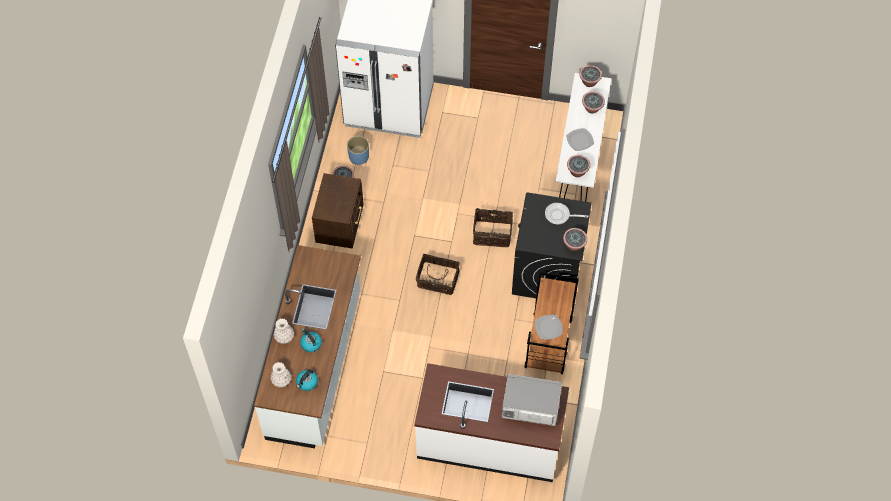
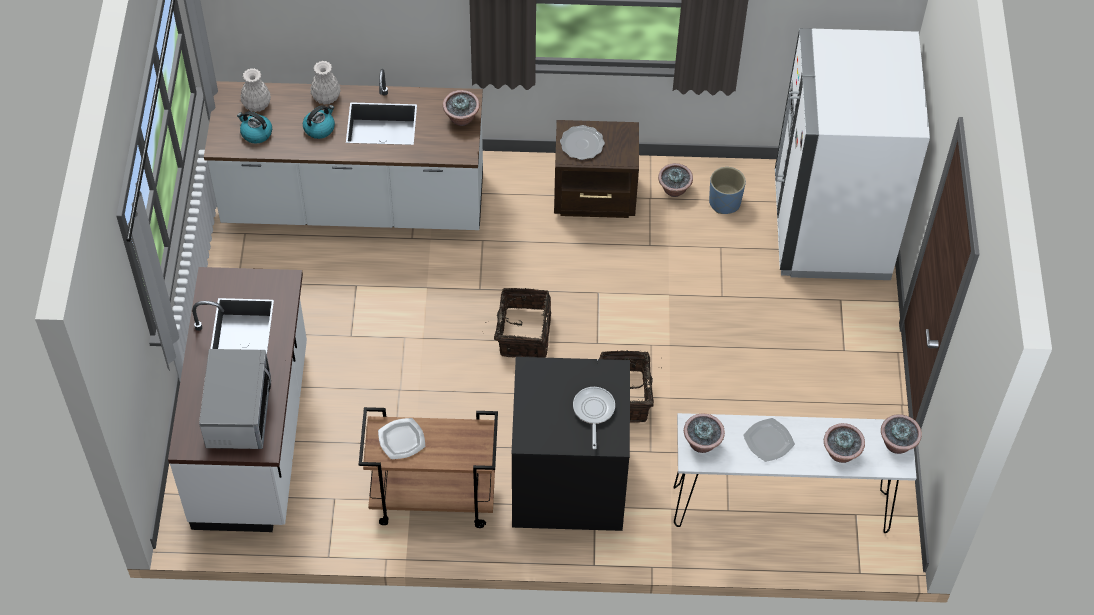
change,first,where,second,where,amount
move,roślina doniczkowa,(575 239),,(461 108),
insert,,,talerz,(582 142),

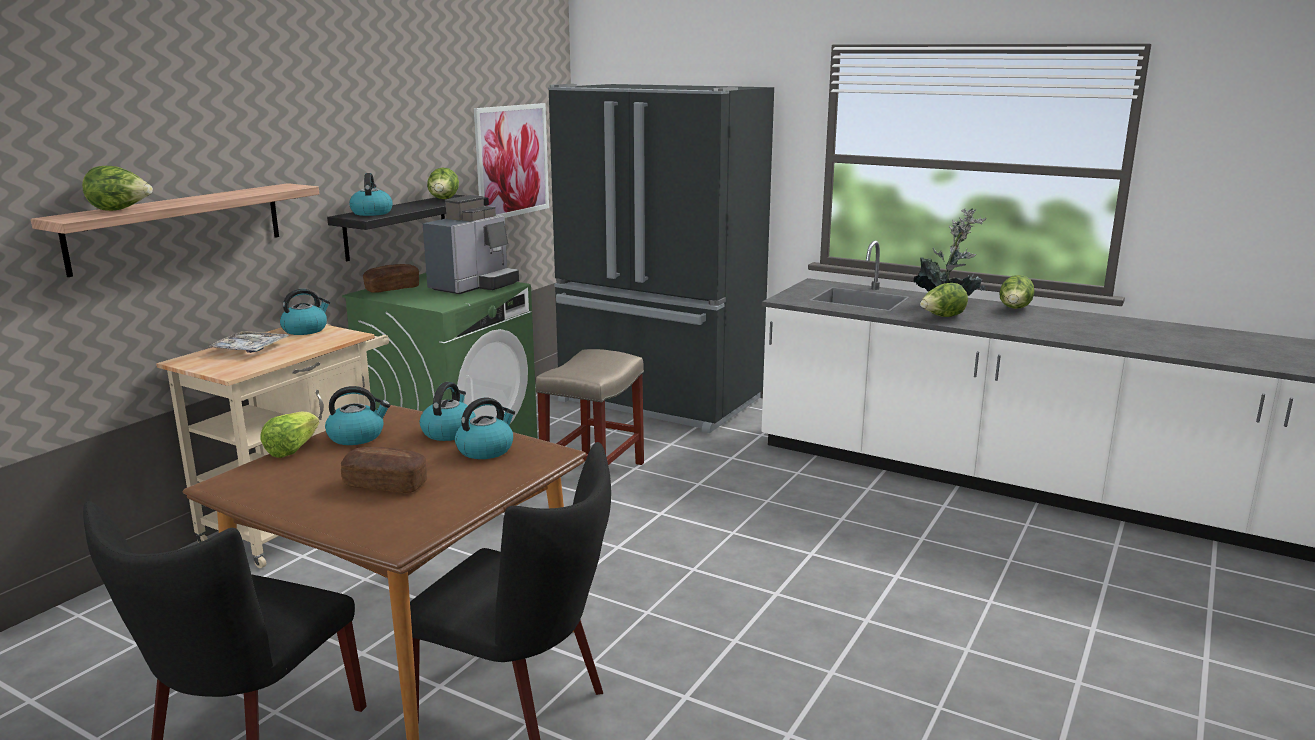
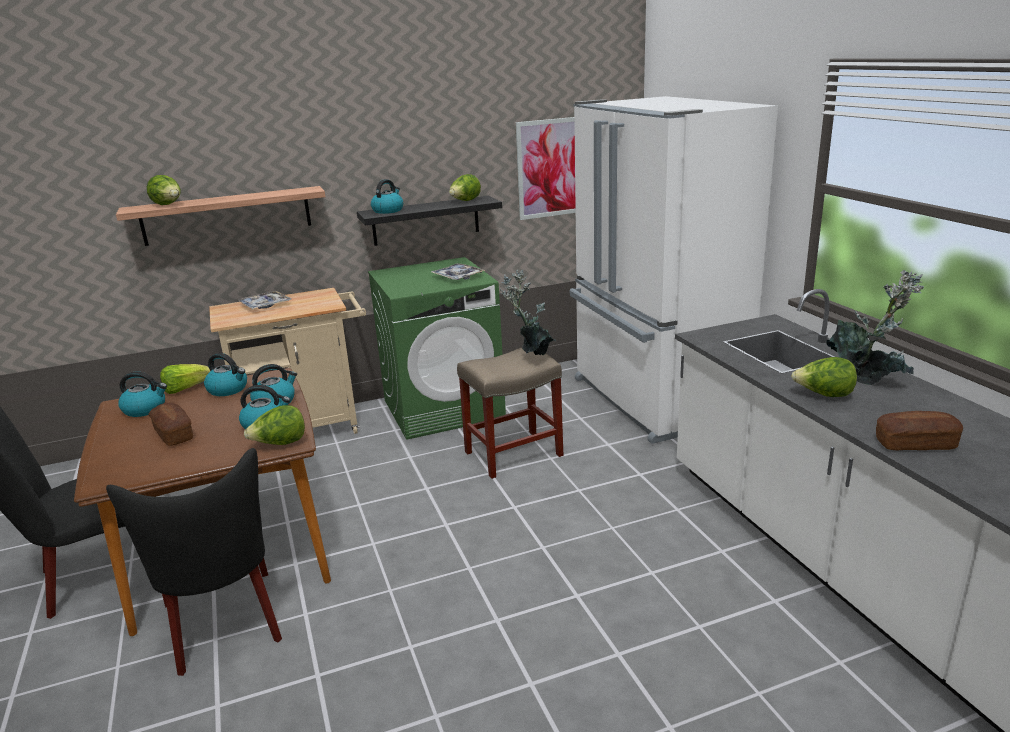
change,first,where,second,where,amount
move,czajnik,(305 312),,(142 394),
move,chleb,(391 278),,(919 430),
replace,ekspres do kawy,(471 244),taca,(458 271),
recolor,lodówka/czarny,(661 258),lodówka/biały,(674 270),
move,sałata,(1016 292),,(274 425),
insert,,,roślina doniczkowa,(528 312),

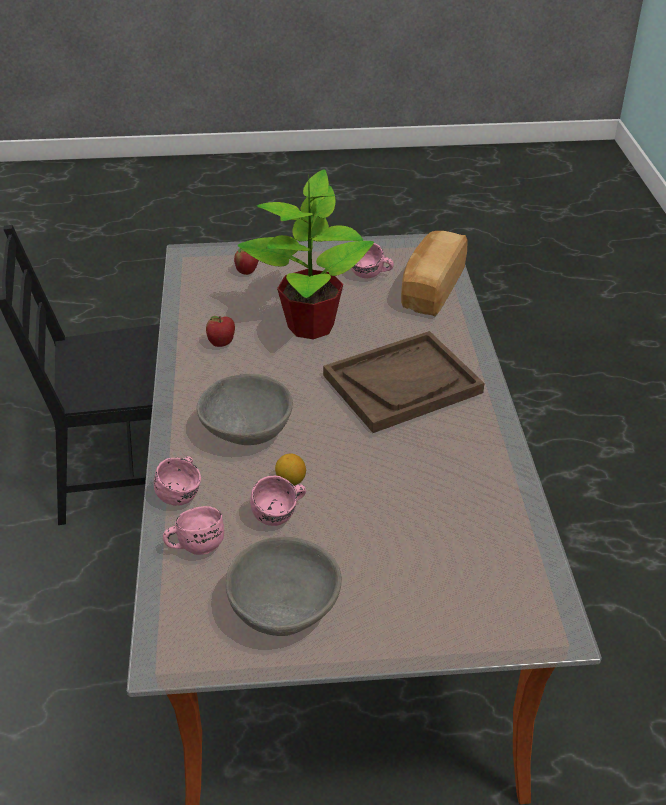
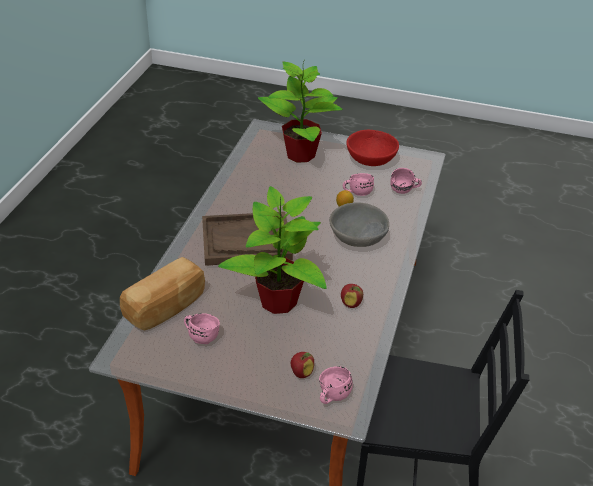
change,first,where,second,where,amount
move,kubek/różowy,(177 481),,(336 385),
recolor,miska/szary,(284 586),miska/czerwony,(372 148),
insert,,,roślina doniczkowa,(300 112),

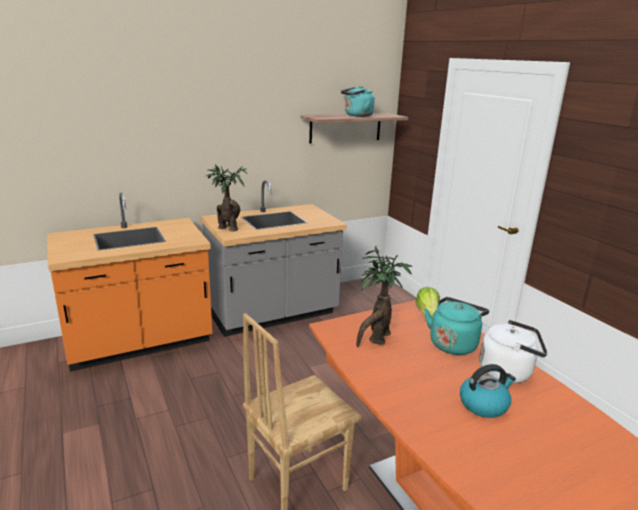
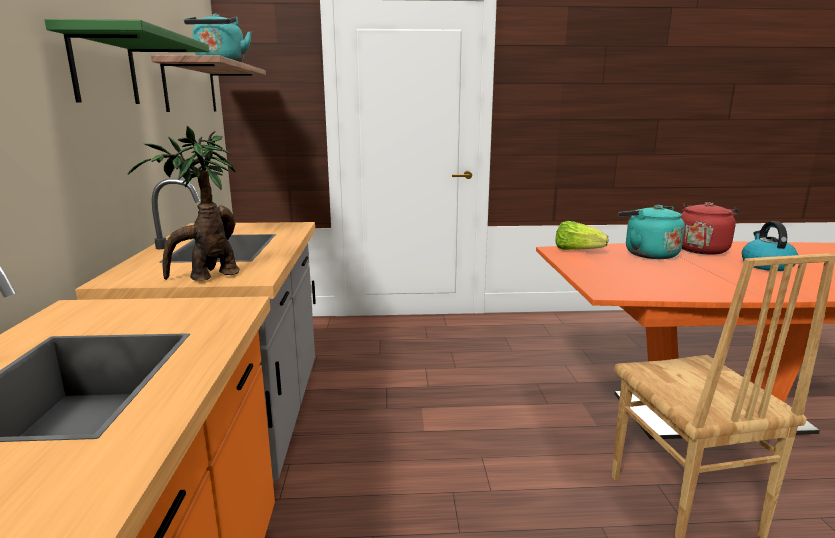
change,first,where,second,where,amount
delete,roślina doniczkowa,(384 296),,,
recolor,czajnik/biały,(513 351),czajnik/czerwony,(709 228),
insert,,,półka/zielony,(127 61),

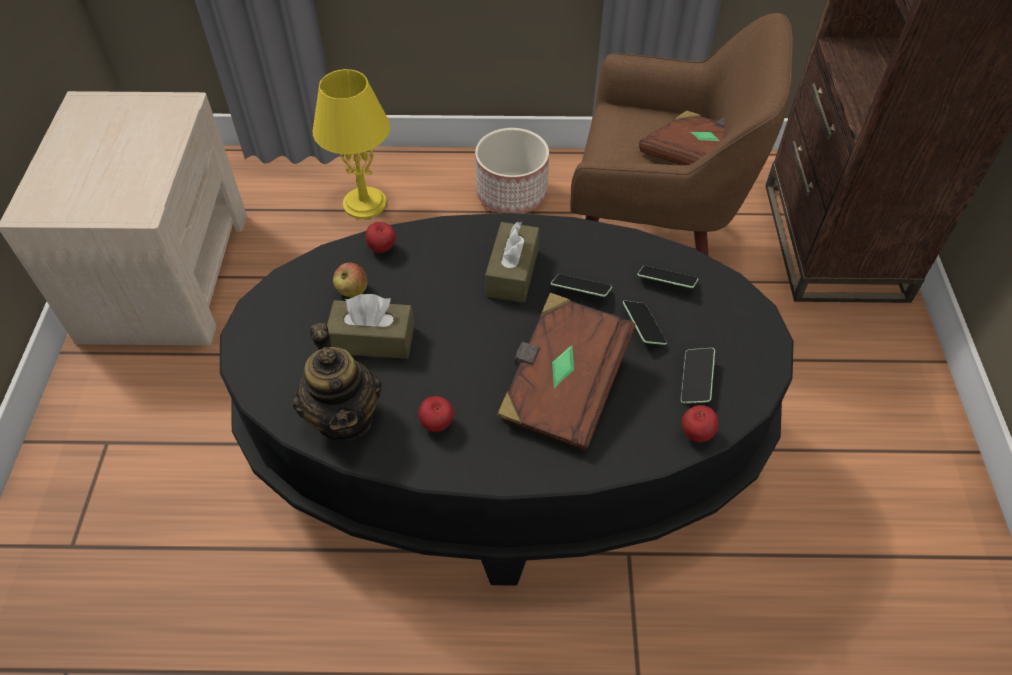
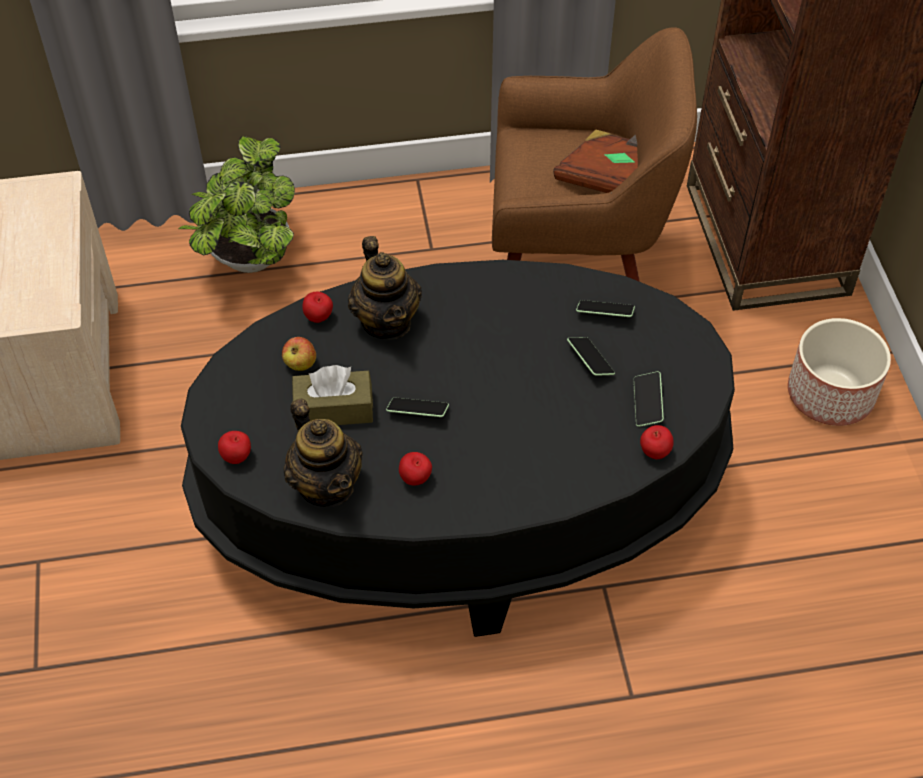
change,first,where,second,where,amount
replace,lampa stołowa/żółty,(351 144),roślina doniczkowa,(236 204),
move,donica,(512 171),,(839 372),
delete,pudełko chusteczek/brązowy,(512 262),,,
delete,książka/brązowy,(566 371),,,
move,telefon,(581 285),,(417 407),
insert,,,jabłko,(234 447),
insert,,,imbryk,(385 288),

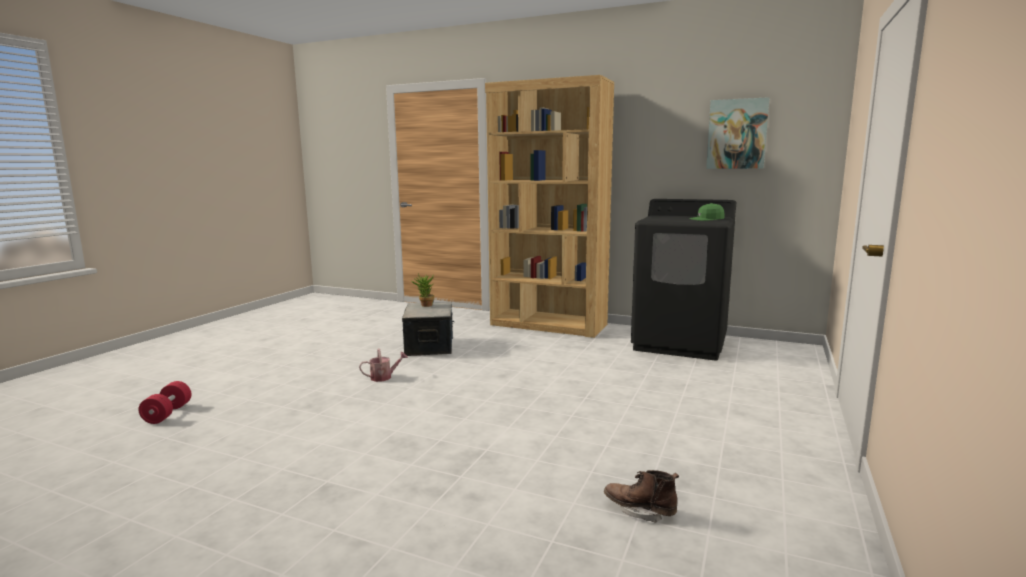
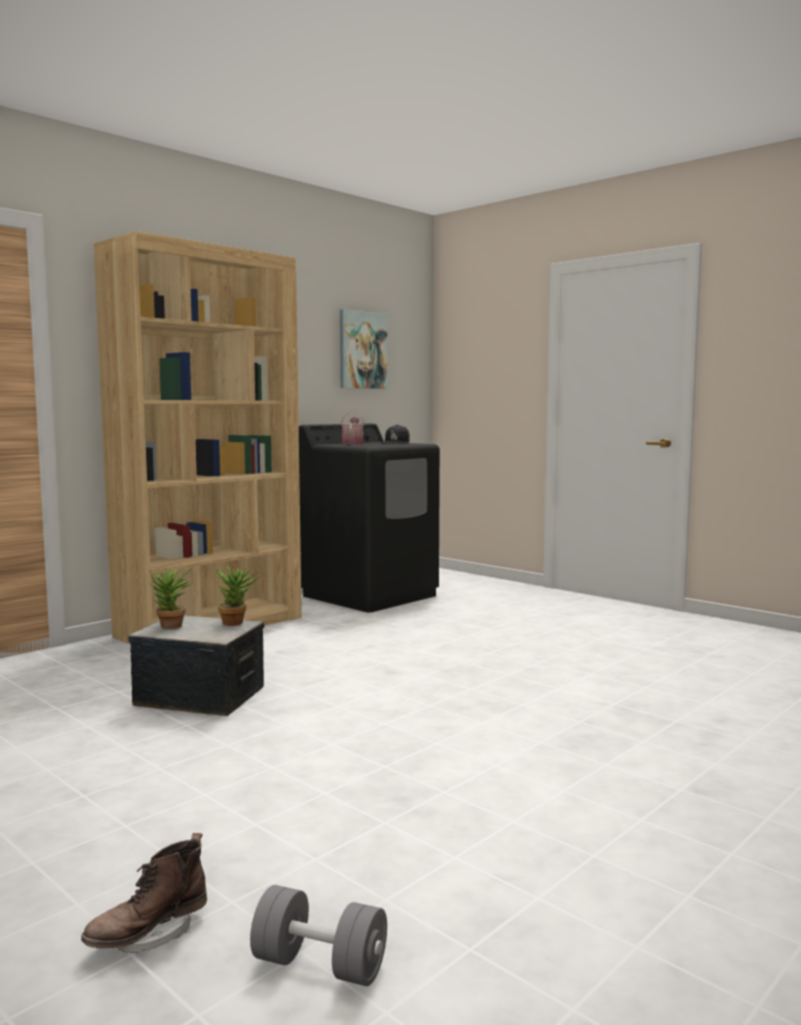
change,first,where,second,where,amount
recolor,hantel/czerwony,(164 402),hantel/szary,(318 935),
move,konewka,(383 365),,(352 428),
move,but z cholewką/brązowy,(641 496),,(144 893),
recolor,czapka z daszkiem/zielony,(706 212),czapka z daszkiem/czarny,(395 434),
insert,,,roślina doniczkowa,(237 596),

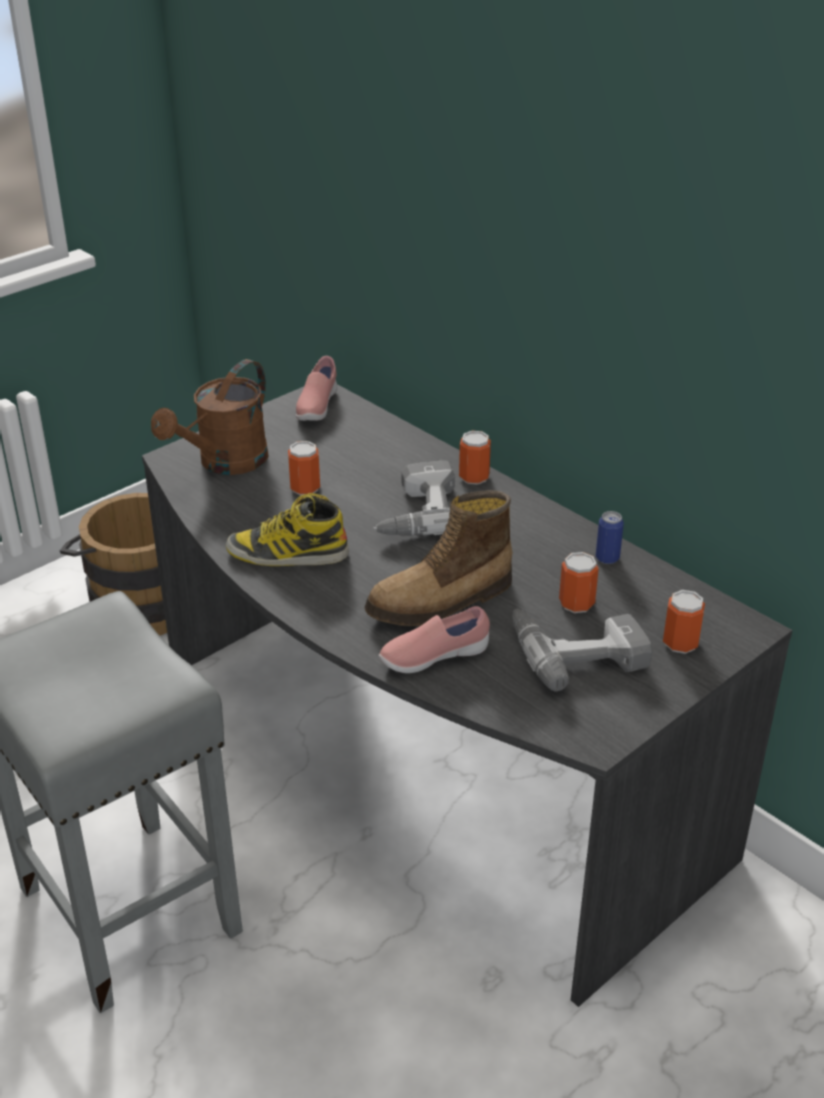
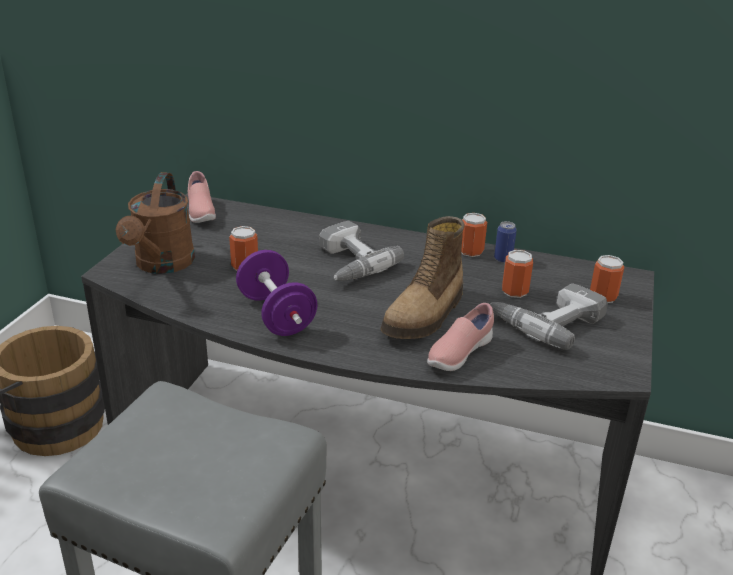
change,first,where,second,where,amount
replace,but z cholewką,(287 529),hantel/fioletowy,(277 293),
move,puszka,(475 458),,(474 235),

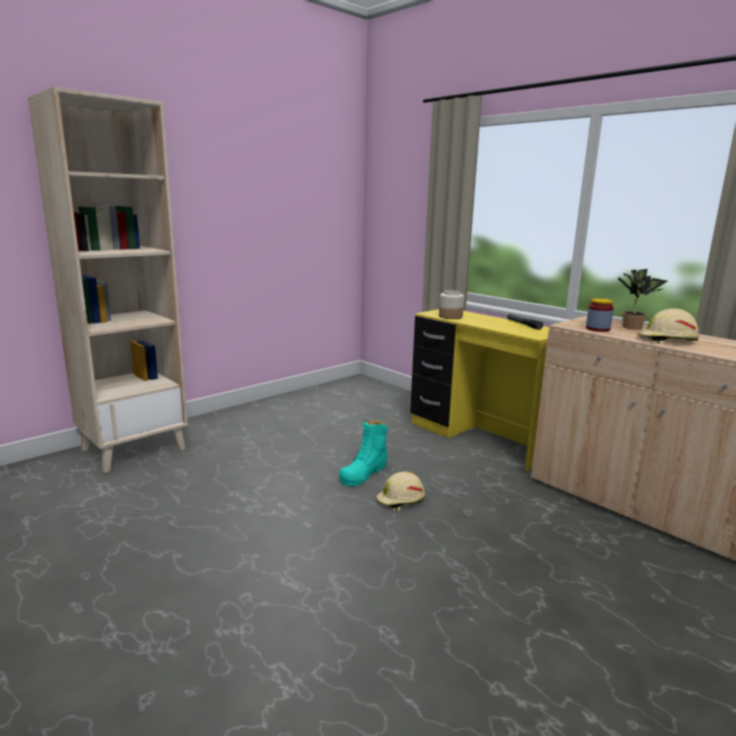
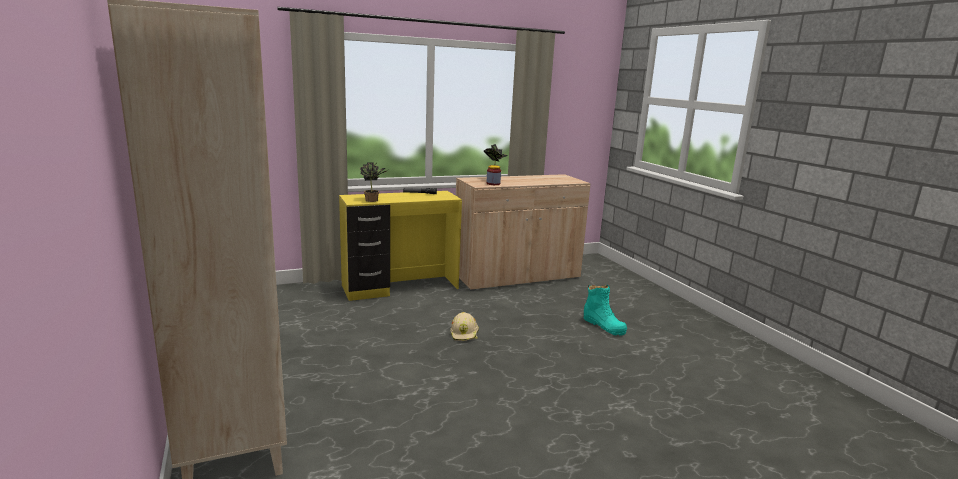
change,first,where,second,where,amount
move,but z cholewką/turkusowy,(363 452),,(605 310),
replace,słoik,(451 304),roślina doniczkowa,(373 182),
delete,kask/beżowy,(668 326),,,

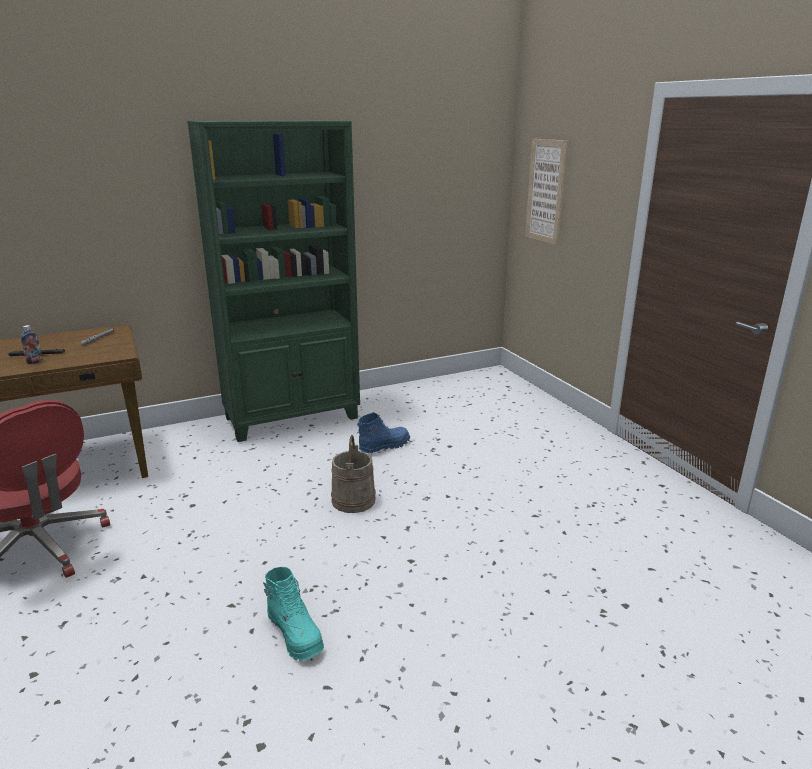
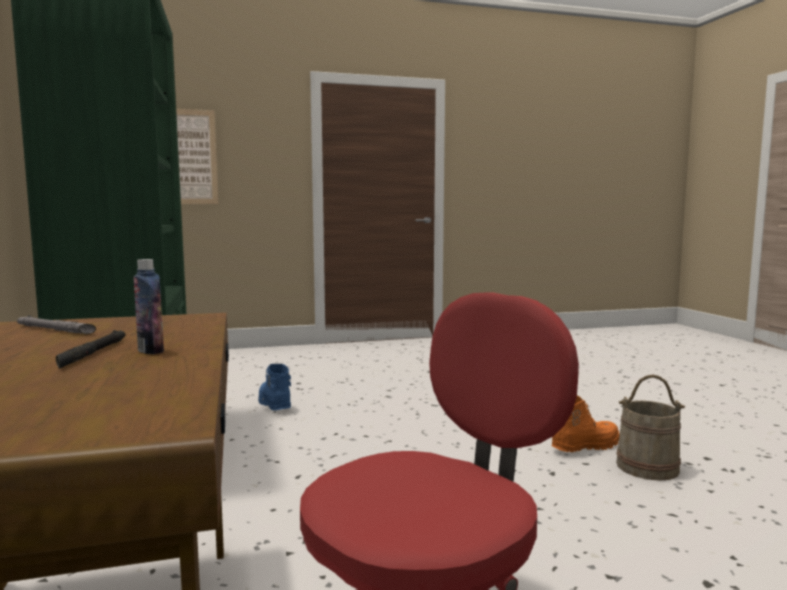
change,first,where,second,where,amount
recolor,but z cholewką/turkusowy,(293 614),but z cholewką/pomarańczowy,(586 423),
move,wiadro/beżowy,(353 474),,(650 428),

